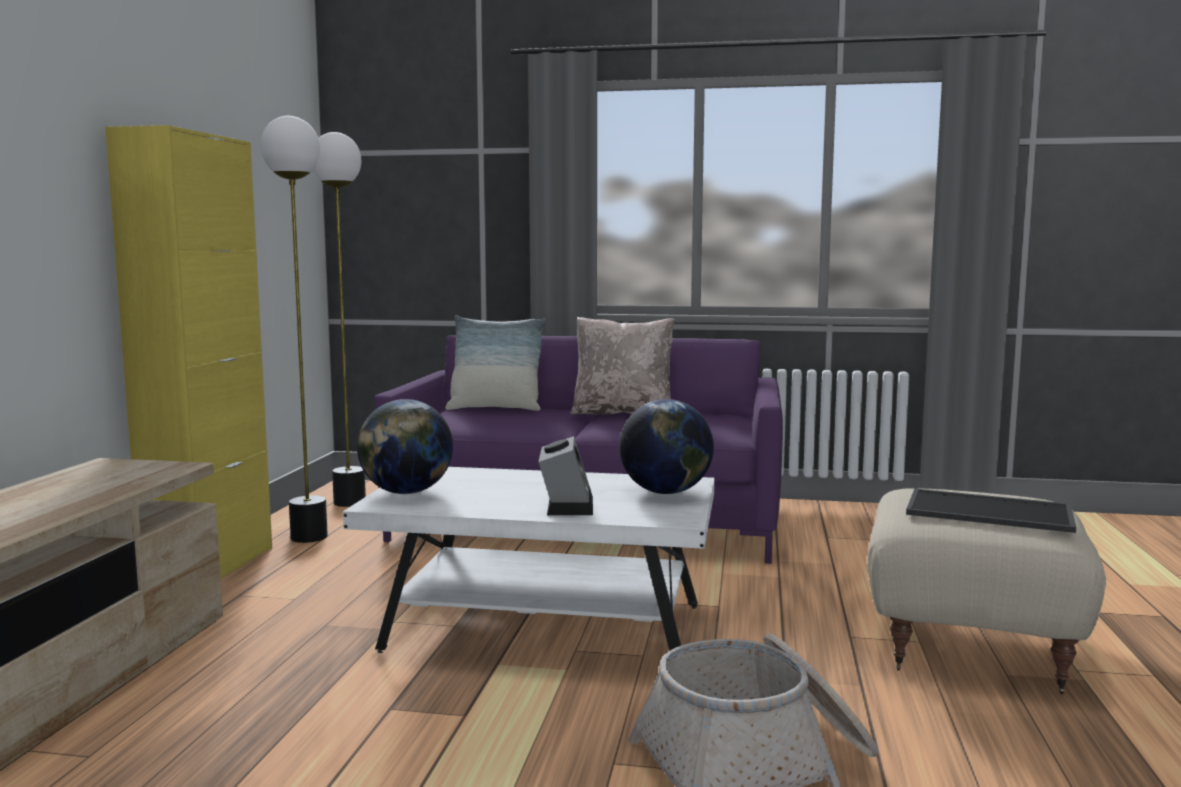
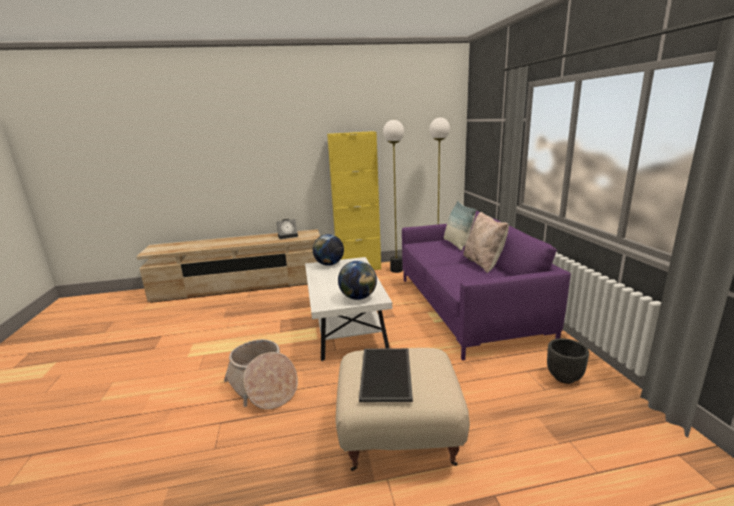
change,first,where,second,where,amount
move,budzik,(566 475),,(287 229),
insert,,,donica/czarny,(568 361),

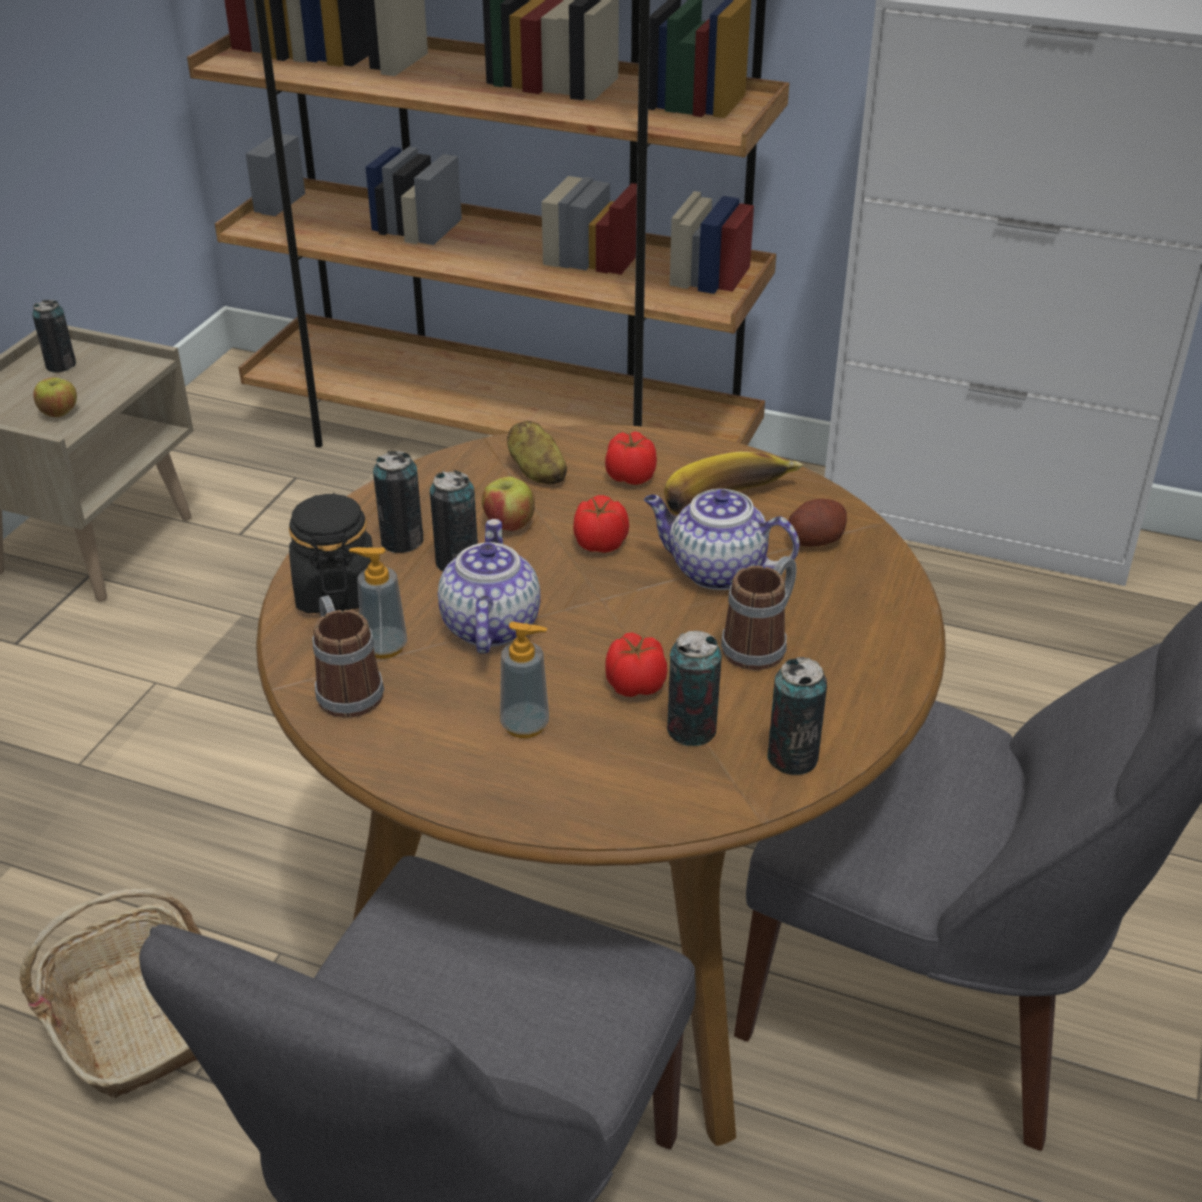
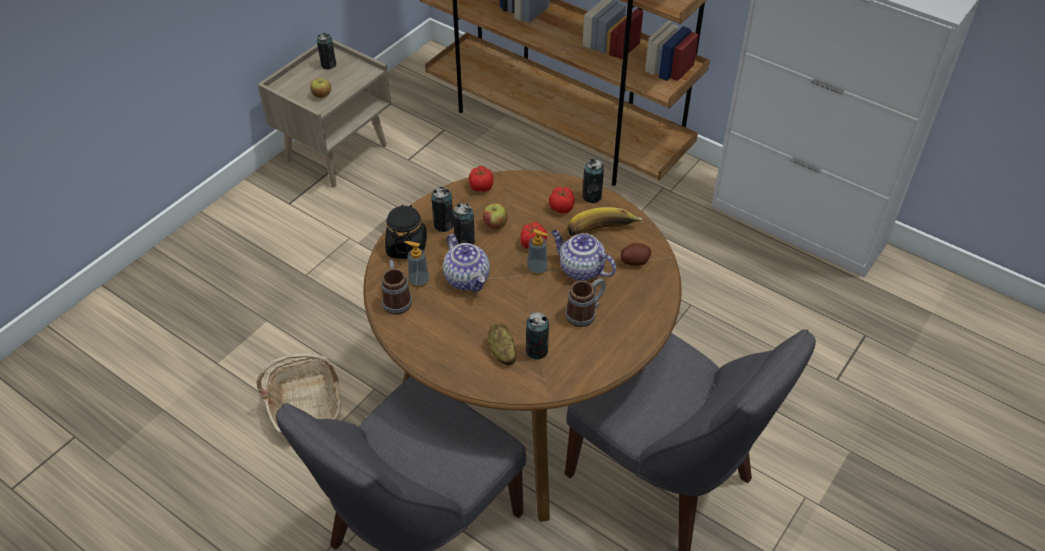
change,first,where,second,where,amount
rotate,imbryk,(489 586),,(466 263),135 degrees clockwise
move,dozownik mydła,(524 680),,(537 252),
move,ziemniak,(537 452),,(502 344),
move,pomidor,(636 664),,(481 179),
move,puszka,(797 716),,(593 181),

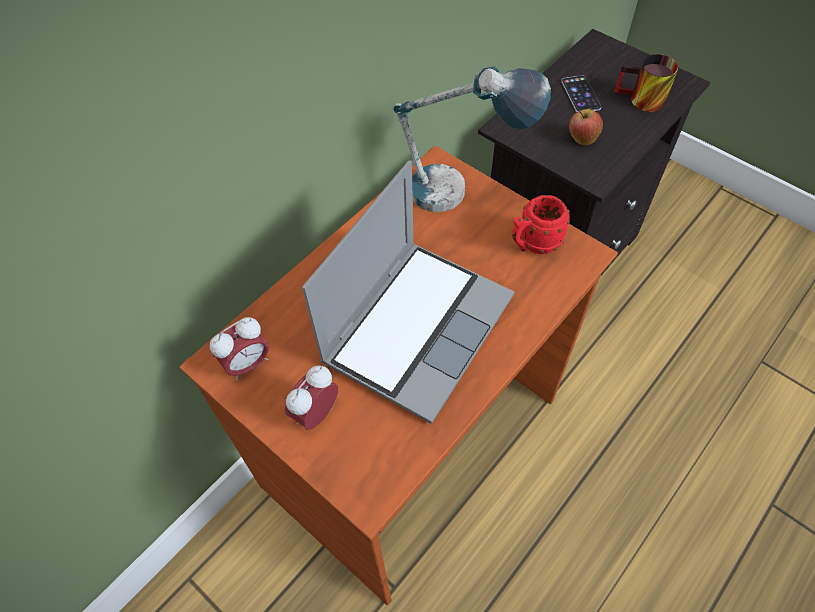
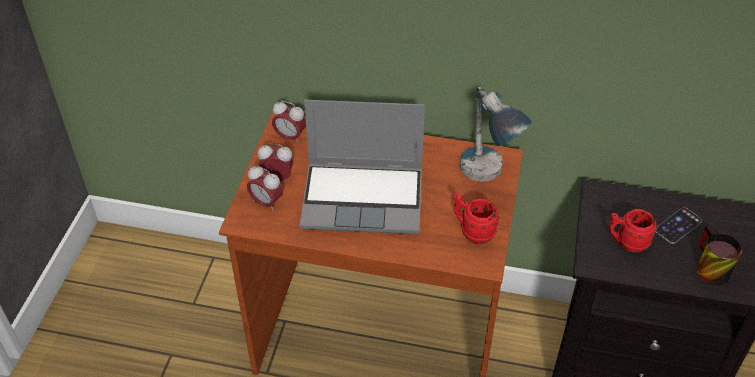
change,first,where,second,where,amount
replace,jabłko,(586 127),kubek/czerwony,(633 231),
insert,,,budzik,(265 189),

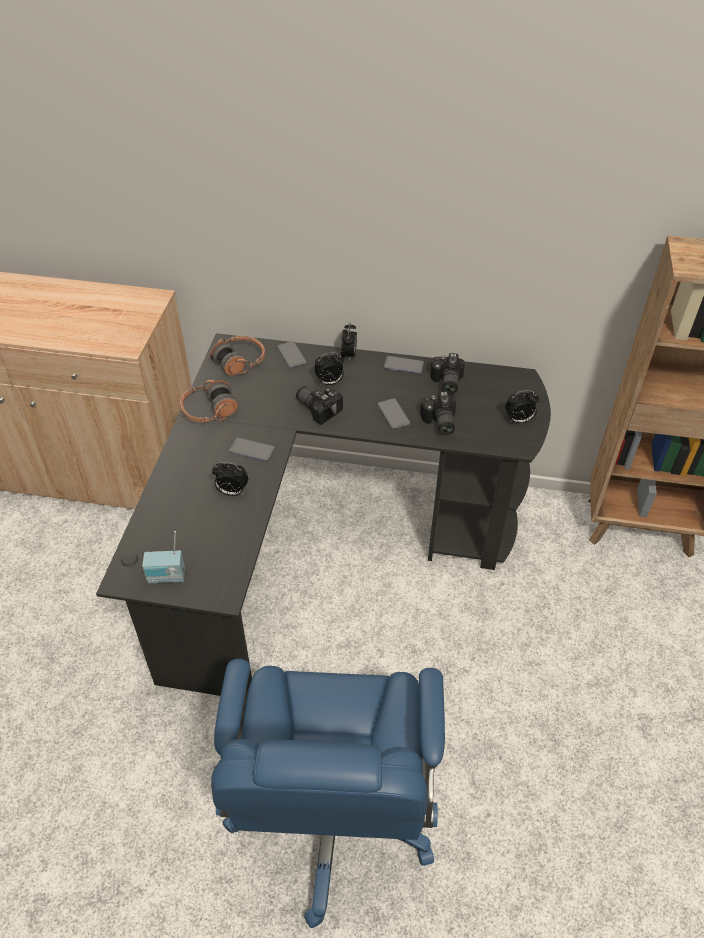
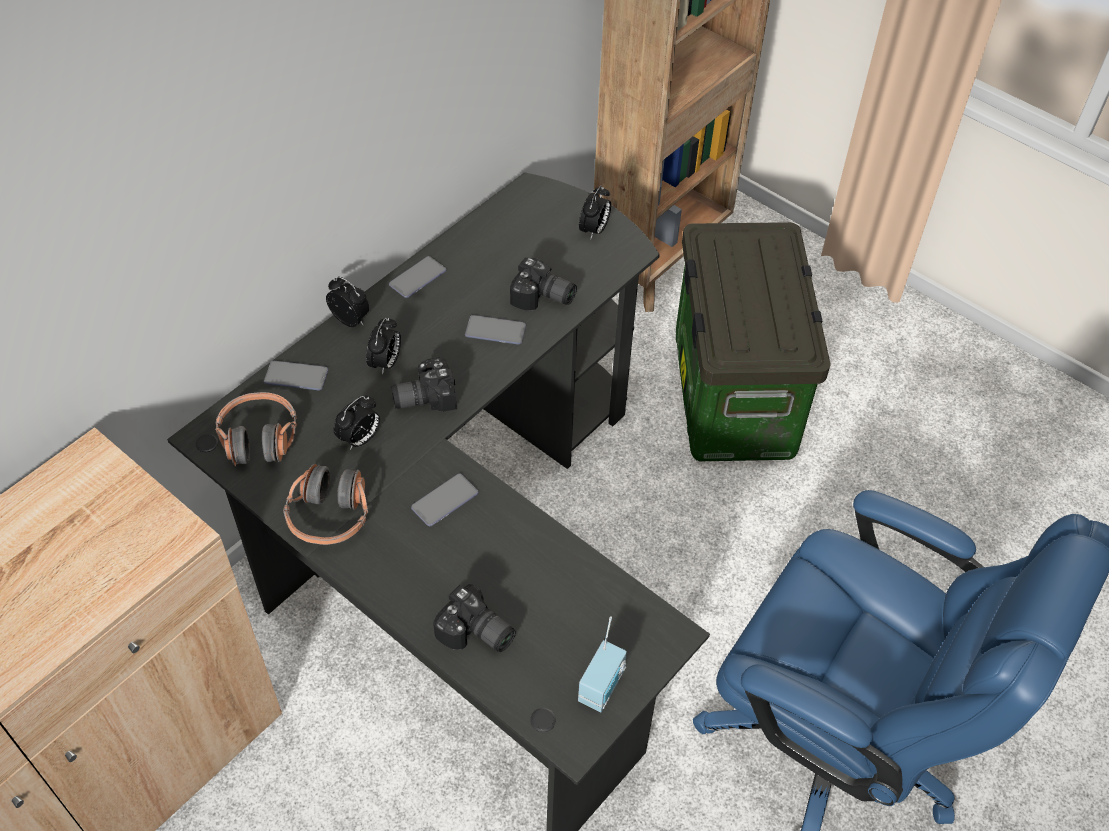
change,first,where,second,where,amount
move,budzik,(230 479),,(357 422),
move,aparat fotograficzny,(447 373),,(474 618),
insert,,,pojemnik do przechowywania,(753 341),

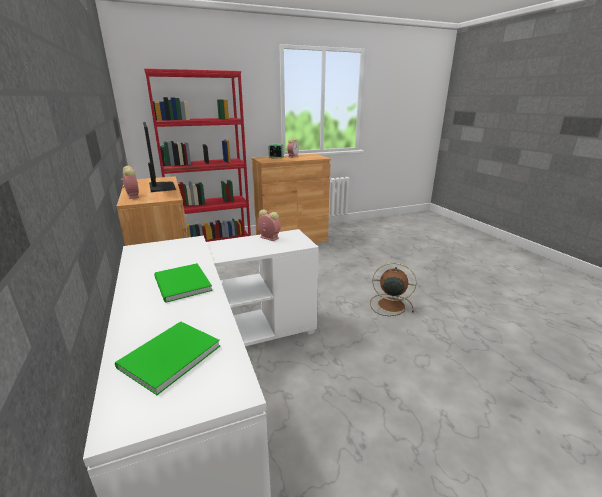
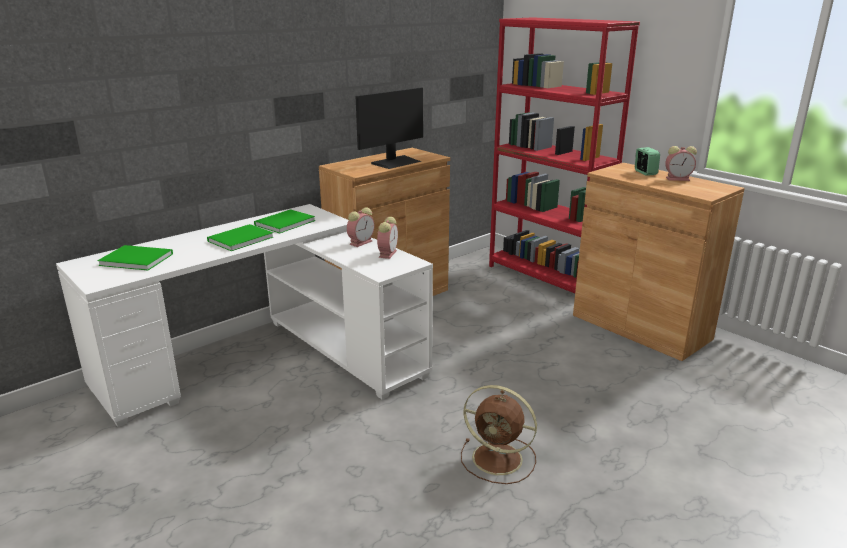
change,first,where,second,where,amount
move,budzik,(130 182),,(361 227),
rotate,wentylator/brązowy,(393 289),,(499 434),120 degrees clockwise
insert,,,książka/zielony,(284 221),

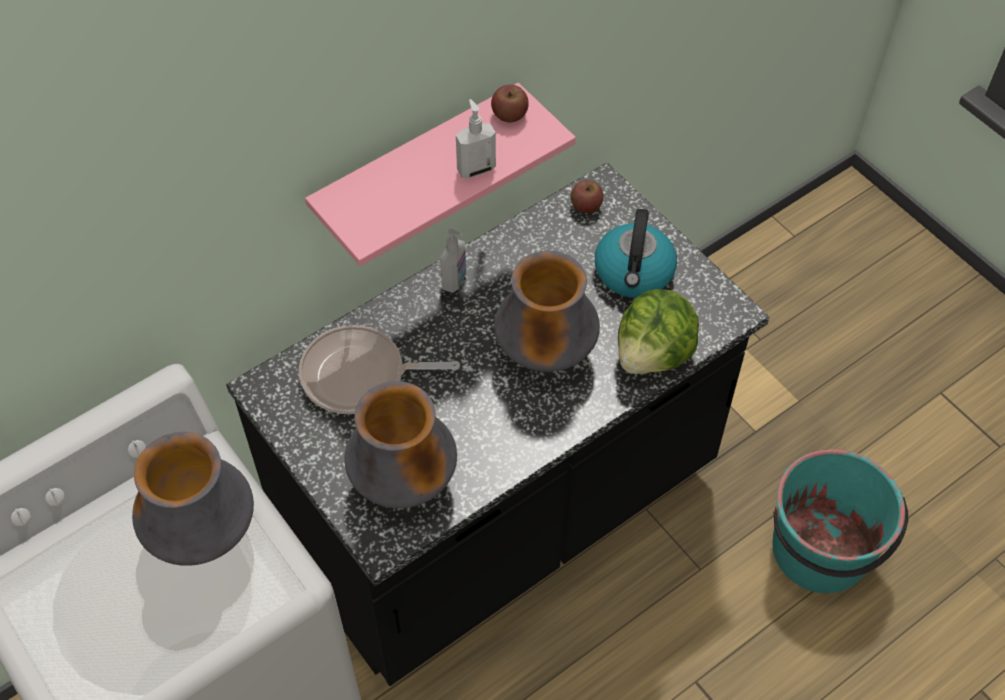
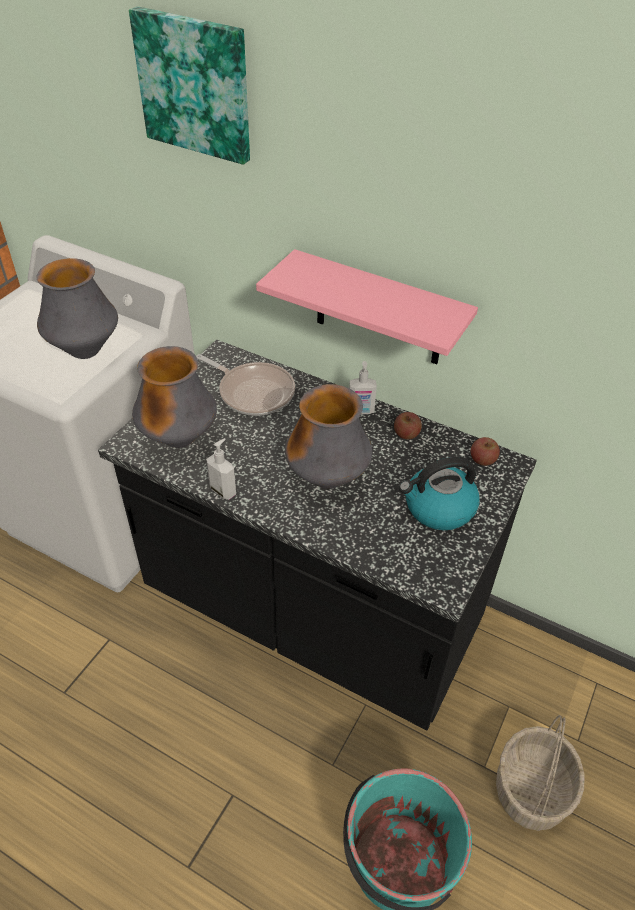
change,first,where,second,where,amount
rotate,patelnia,(379 369),,(245 385),150 degrees clockwise
move,dozownik mydła,(476 138),,(221 469),
move,jabłko,(510 103),,(408 425),
delete,sałata,(658 331),,,
insert,,,obraz,(189 85),
insert,,,koszyk,(540 773),

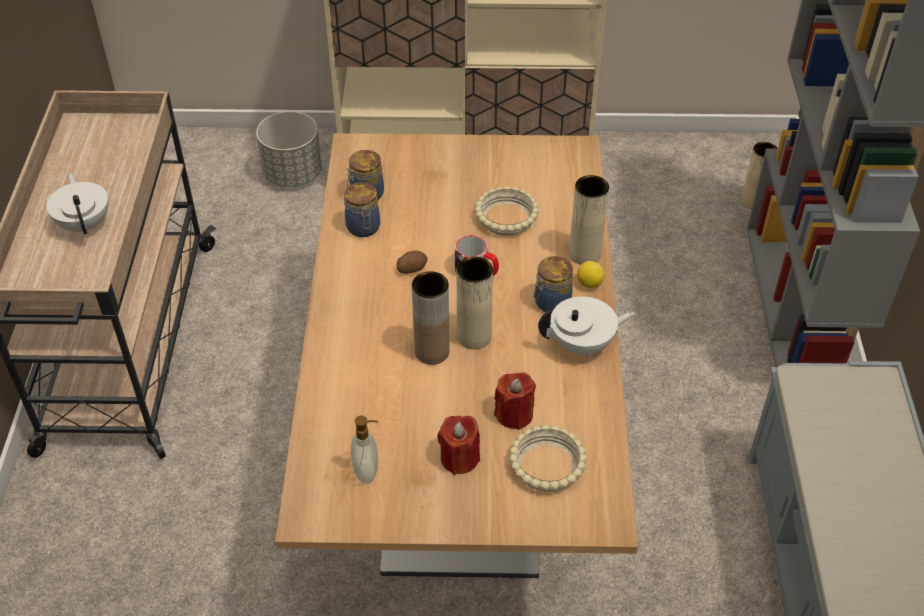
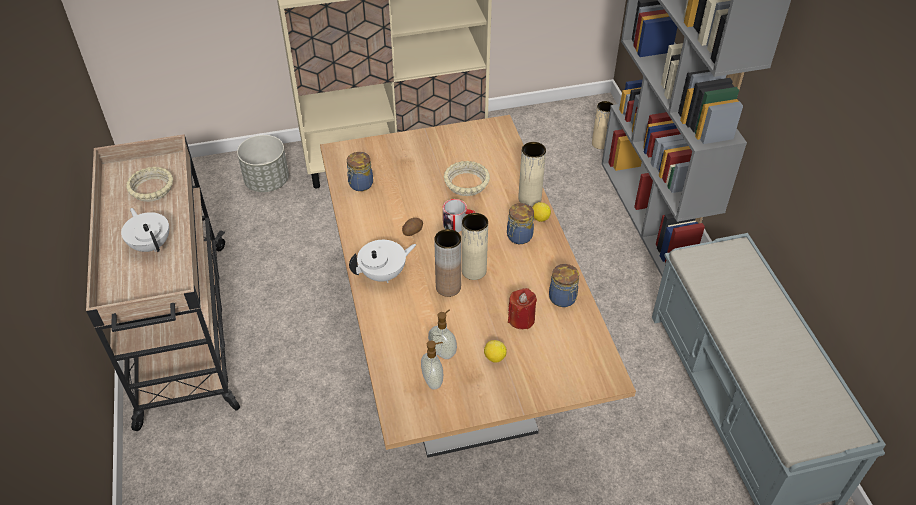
change,first,where,second,where,amount
move,słoik,(362 209),,(564 285),
replace,świeca/czerwony,(458 445),cytryna,(495 351),
move,miska/beżowy,(548 458),,(149 184),
move,imbryk/biały,(586 327),,(382 261),
insert,,,dozownik mydła,(442 334),

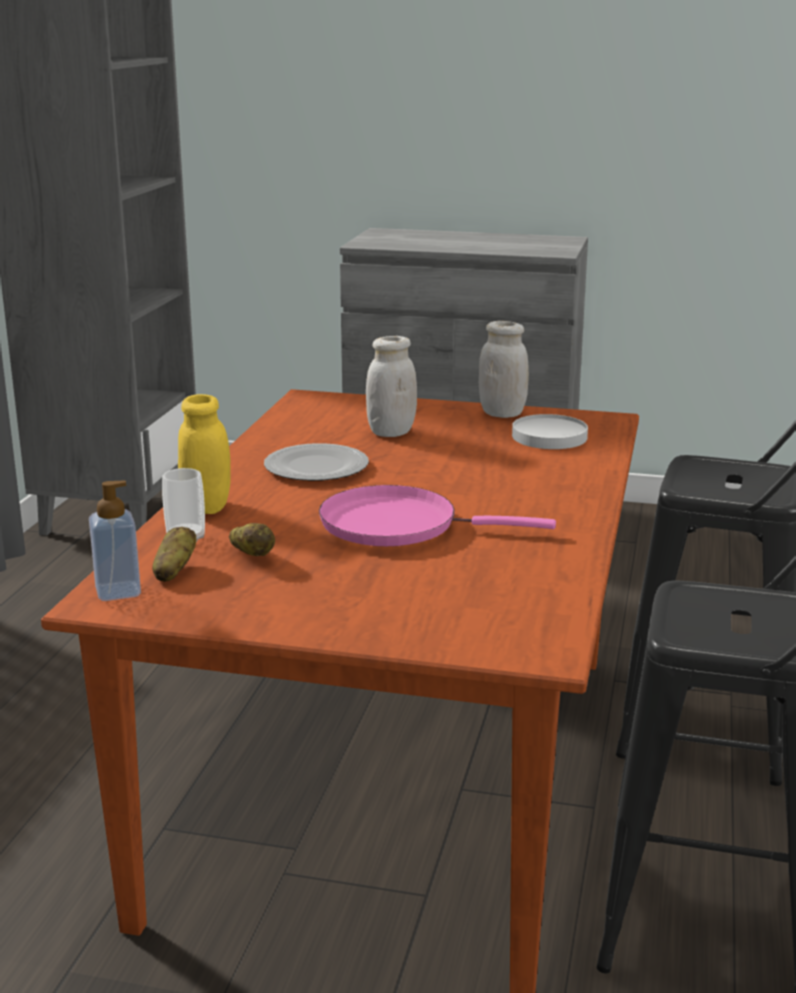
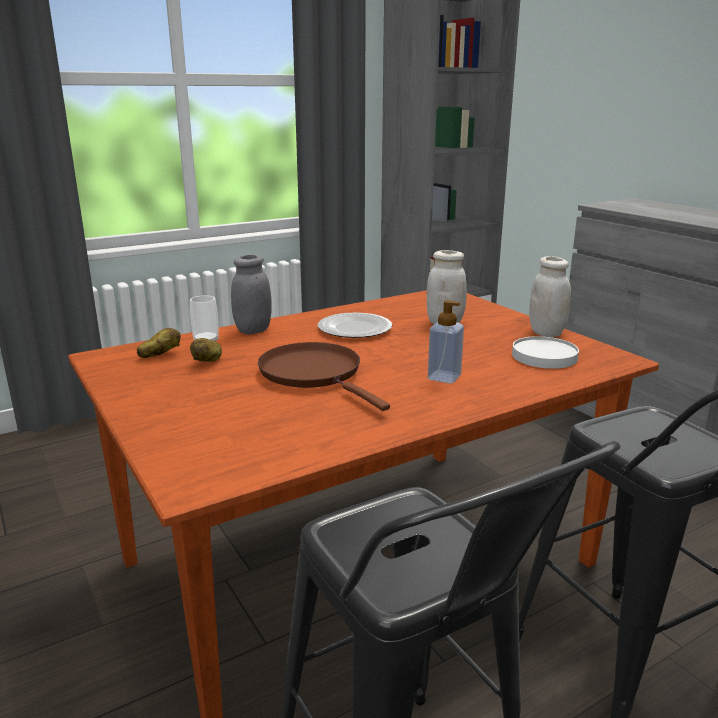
change,first,where,second,where,amount
move,dozownik mydła,(115 540),,(446 342),
recolor,słoik/żółty,(204 454),słoik/szary,(251 294),
recolor,patelnia/różowy,(437 515),patelnia/brązowy,(324 376),

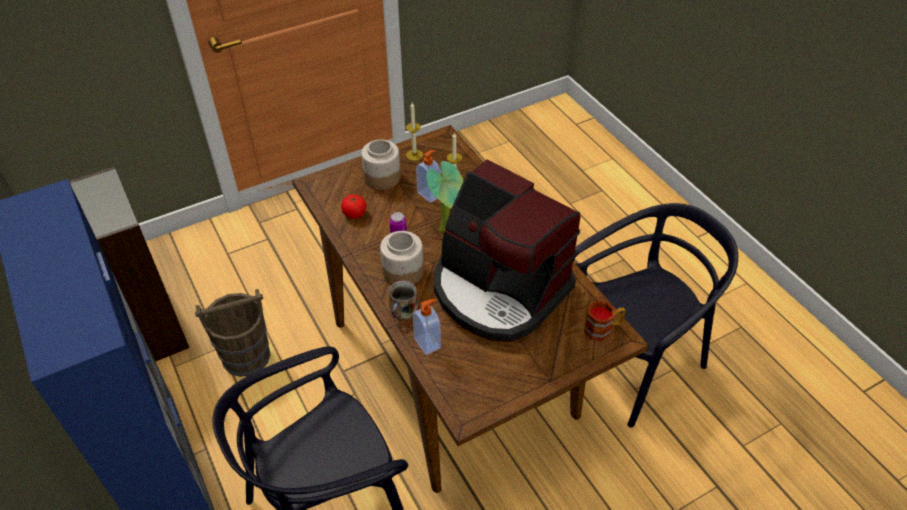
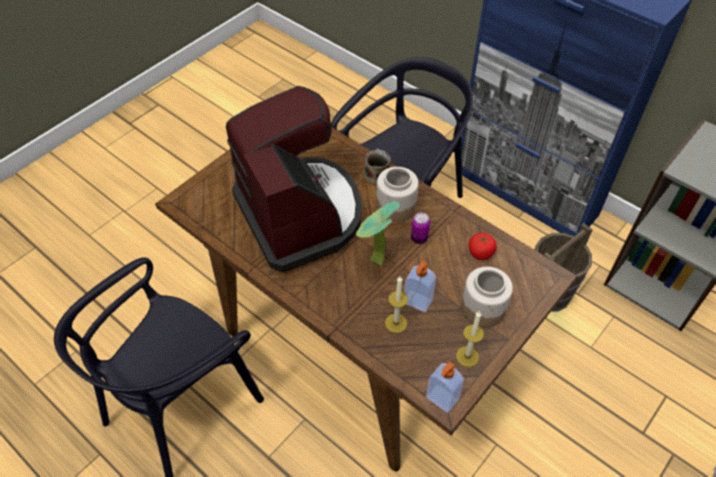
change,first,where,second,where,amount
move,dozownik mydła,(427 327),,(445 387),
rotate,ekspres do kawy,(507 250),,(294 179),45 degrees clockwise
delete,kubek,(605 321),,,

